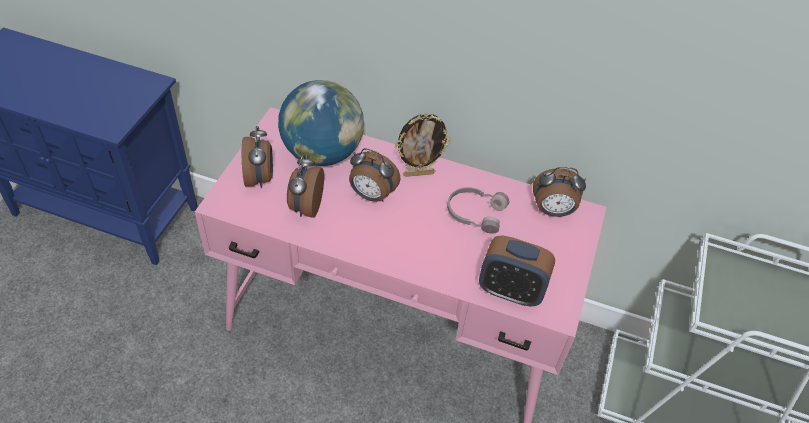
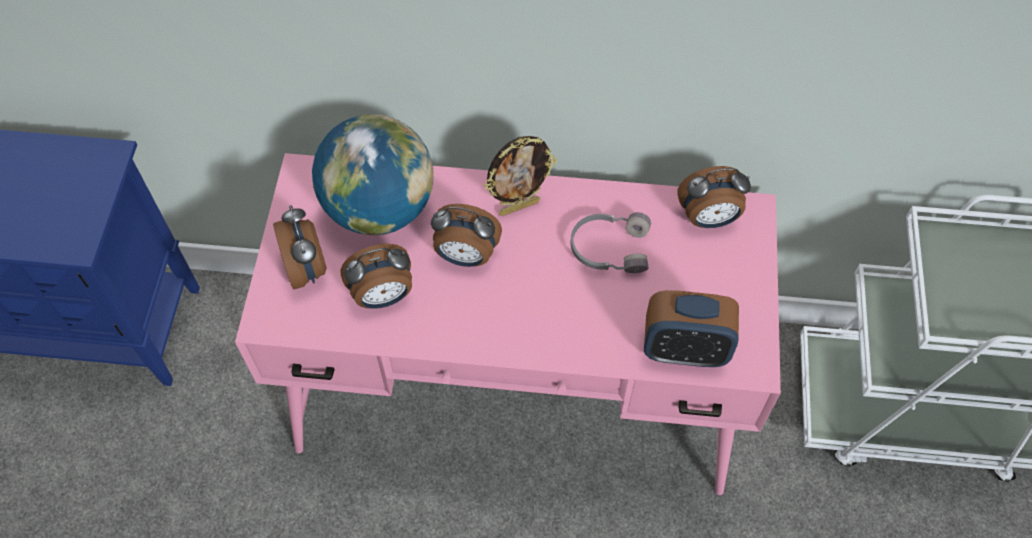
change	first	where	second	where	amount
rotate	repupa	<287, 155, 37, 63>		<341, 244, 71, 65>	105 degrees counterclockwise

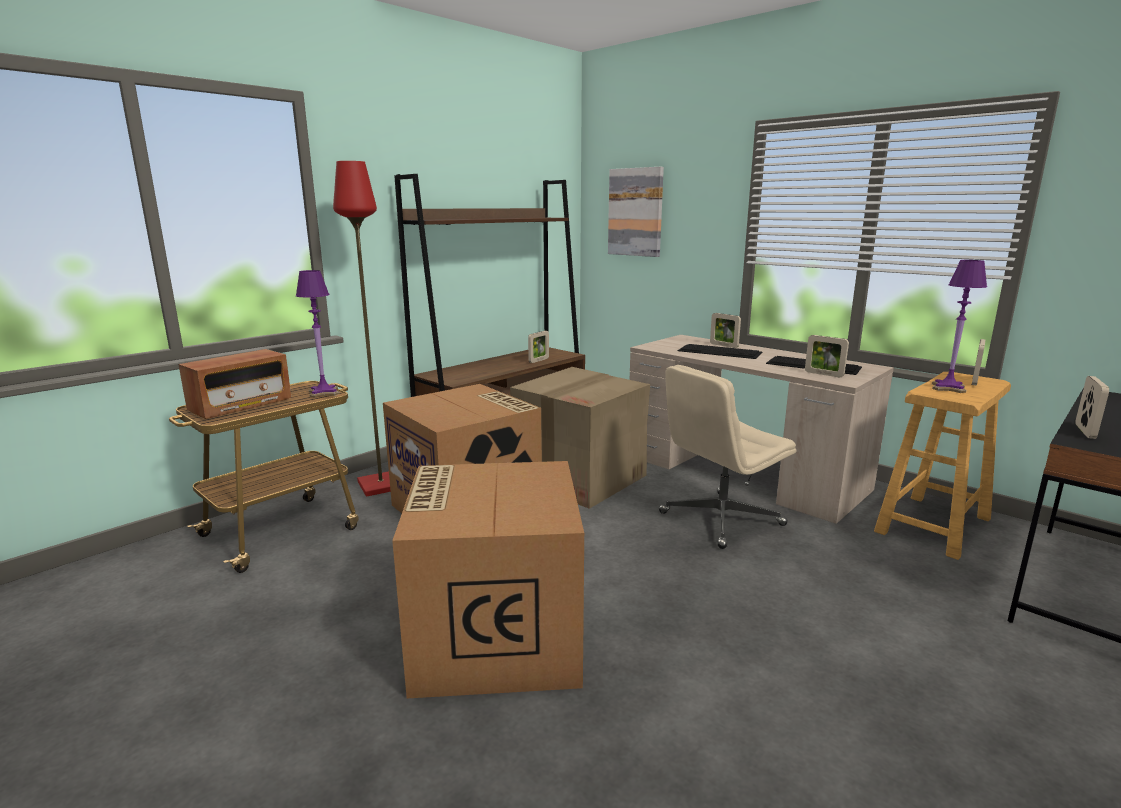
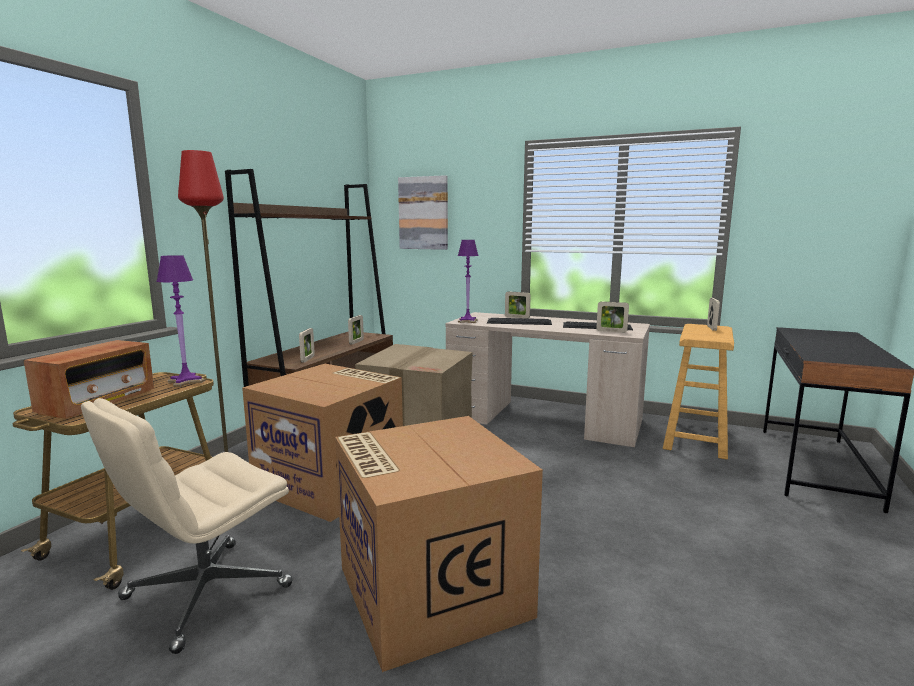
change	first	where	second	where	amount
move	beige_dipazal	<659, 365, 137, 184>		<81, 398, 212, 256>	
move	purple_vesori	<932, 260, 55, 133>		<458, 240, 21, 83>	
move	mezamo	<1075, 376, 34, 63>		<299, 328, 16, 35>	

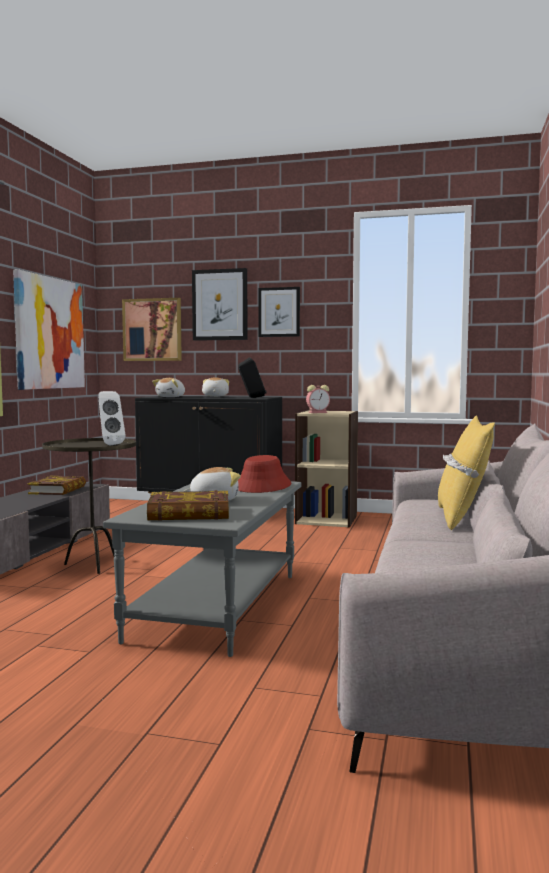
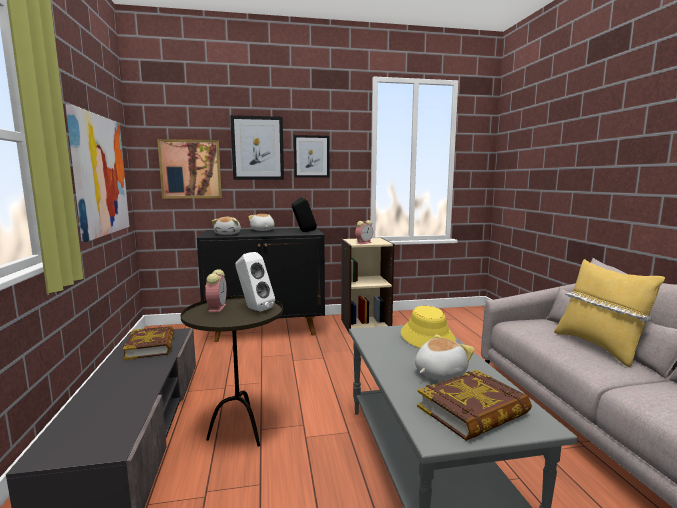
change	first	where	second	where	amount
insert			repupa	<205, 269, 22, 43>	
recolor	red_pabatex	<238, 455, 53, 38>	yellow_pabatex	<401, 306, 55, 42>	

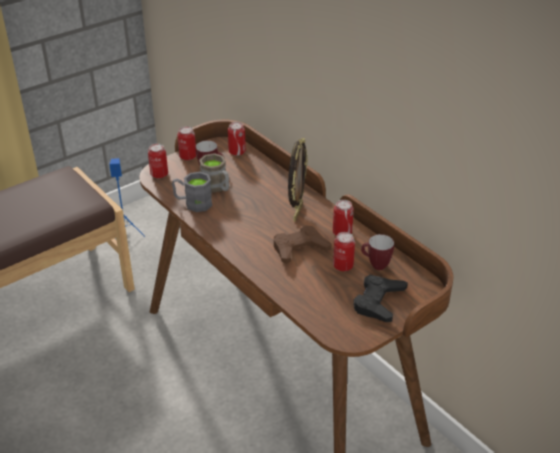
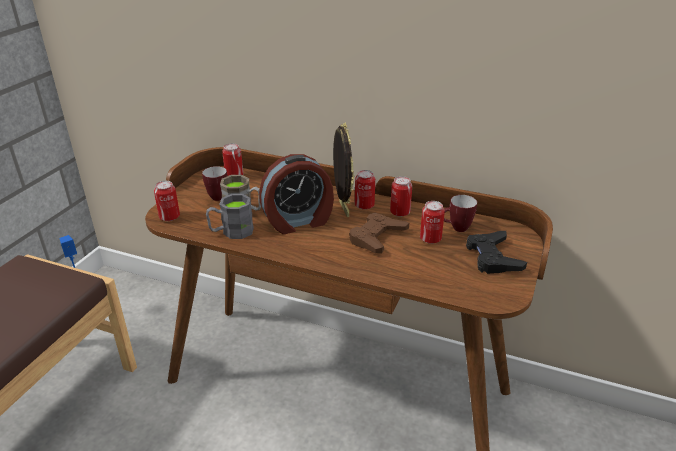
change	first	where	second	where	amount
insert			repupa	<259, 154, 75, 80>	
move	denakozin	<177, 126, 19, 34>		<355, 170, 20, 40>	

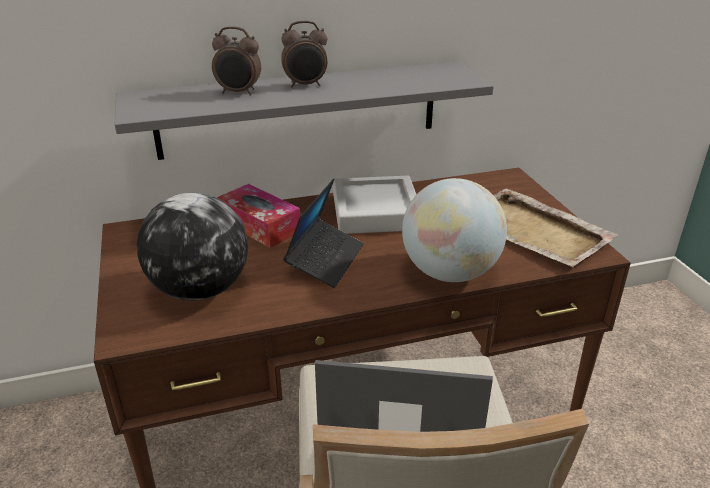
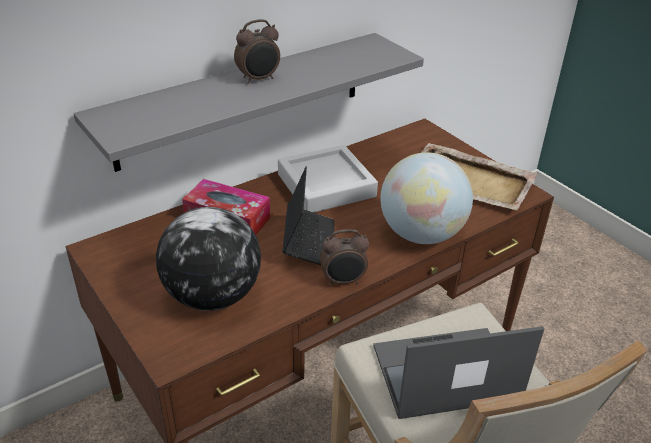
change	first	where	second	where	amount
move	repupa	<212, 26, 49, 70>		<320, 229, 49, 57>	

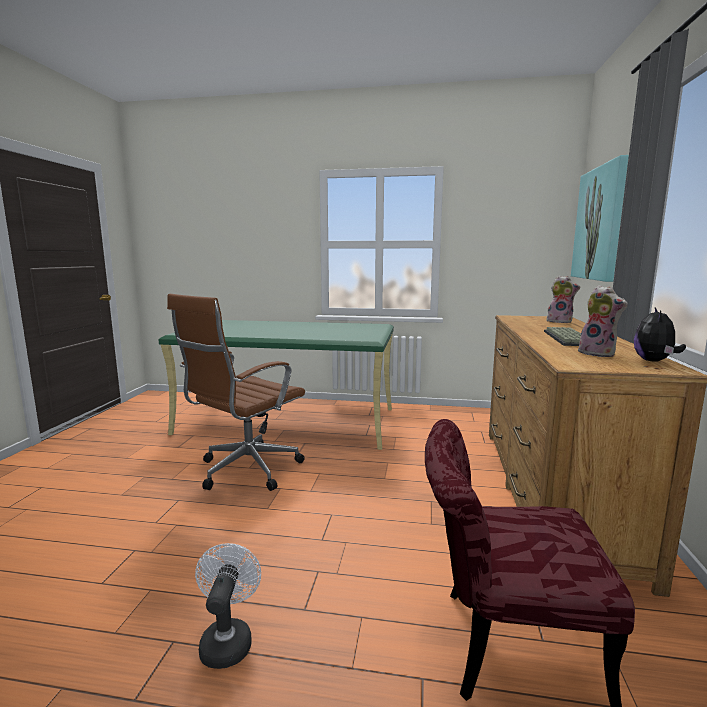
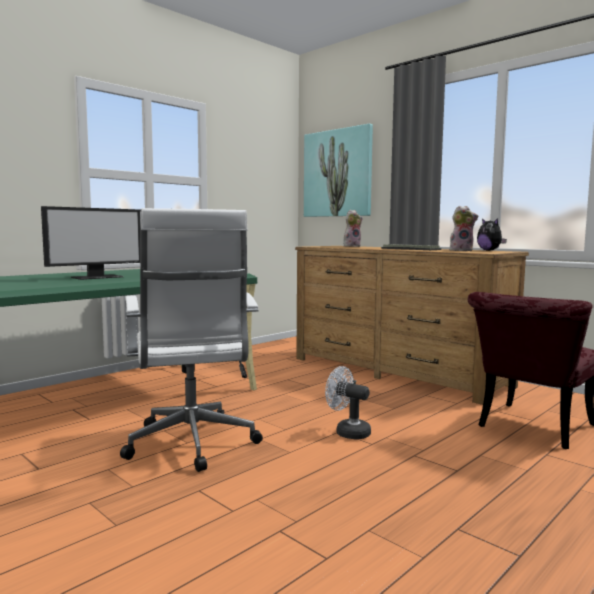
change	first	where	second	where	amount
insert			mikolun	<41, 206, 100, 74>	
move	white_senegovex	<195, 543, 66, 126>		<325, 366, 46, 73>	
recolor	brown_dipazal	<167, 294, 138, 197>	white_dipazal	<120, 208, 143, 264>	

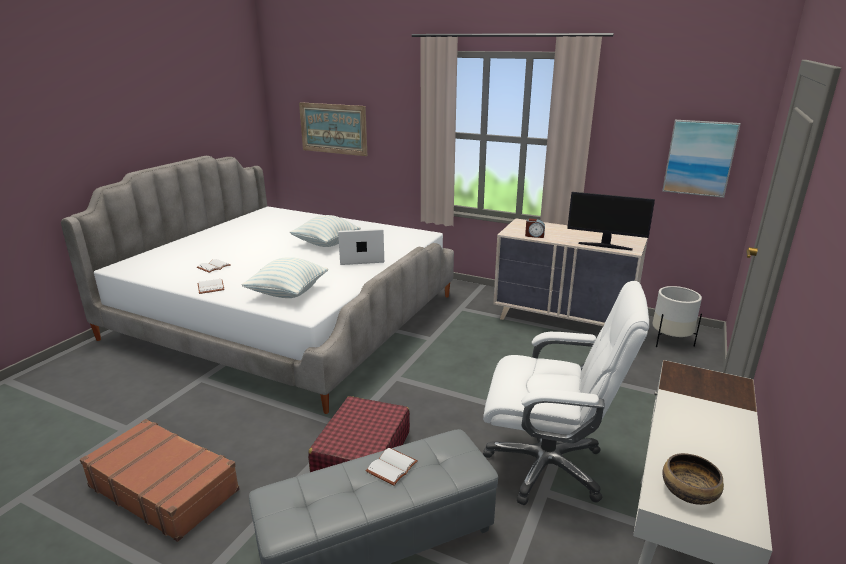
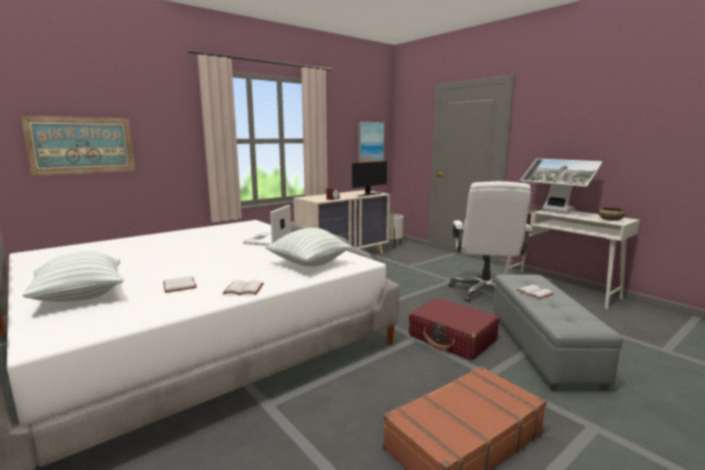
change	first	where	second	where	amount
insert			mikolun	<521, 159, 82, 55>	
move	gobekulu	<290, 215, 71, 32>		<22, 251, 101, 51>	
rotate	white_dipazal	<483, 281, 166, 224>		<449, 181, 84, 121>	150 degrees clockwise

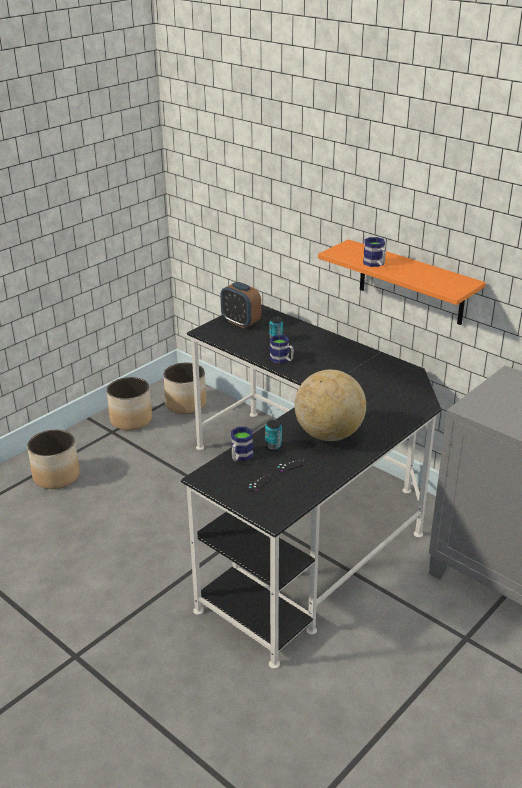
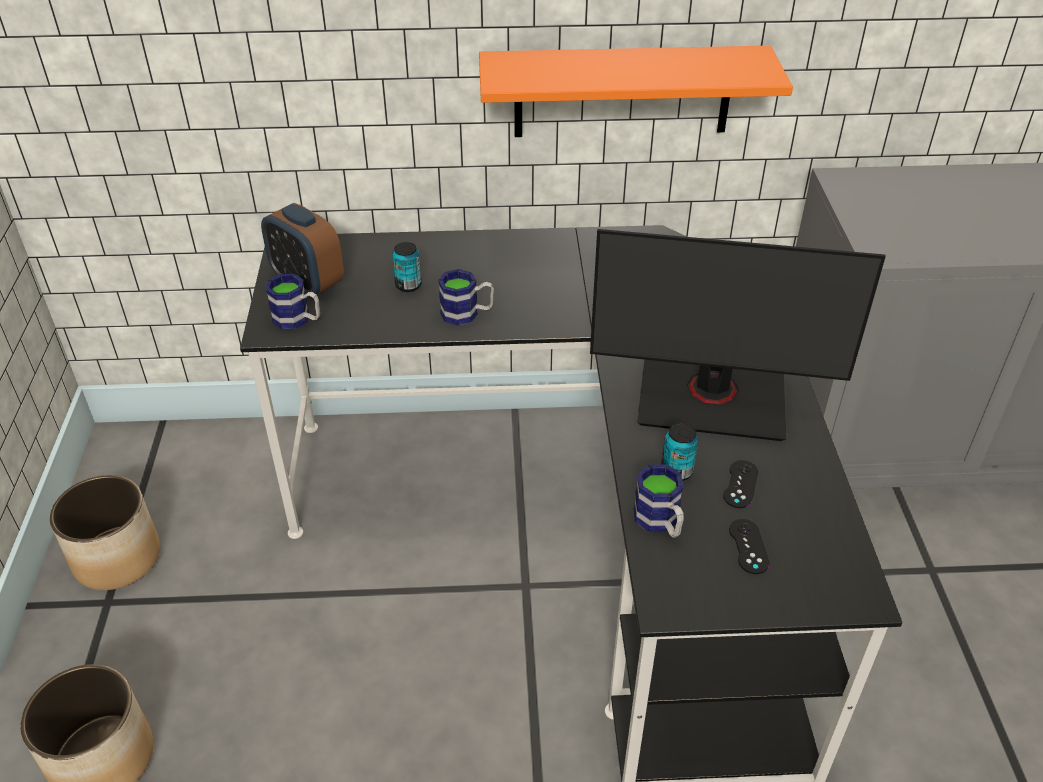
change	first	where	second	where	amount
delete	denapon	<164, 363, 43, 51>			
move	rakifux	<363, 237, 23, 30>		<266, 274, 54, 55>	
replace	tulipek	<294, 370, 72, 71>	mikolun	<590, 229, 296, 212>	
rotate	repupa	<221, 282, 40, 46>		<261, 203, 83, 95>	45 degrees clockwise

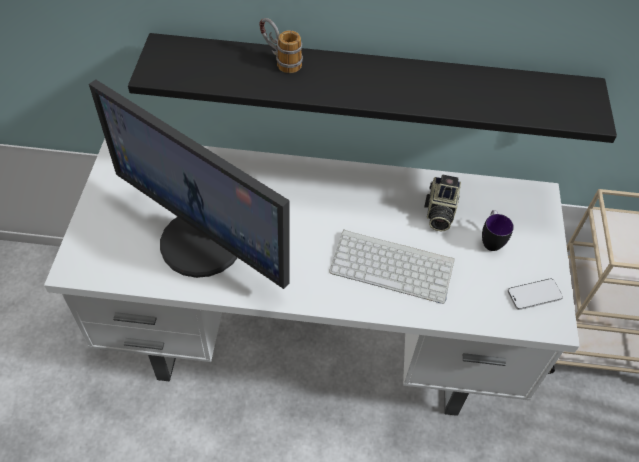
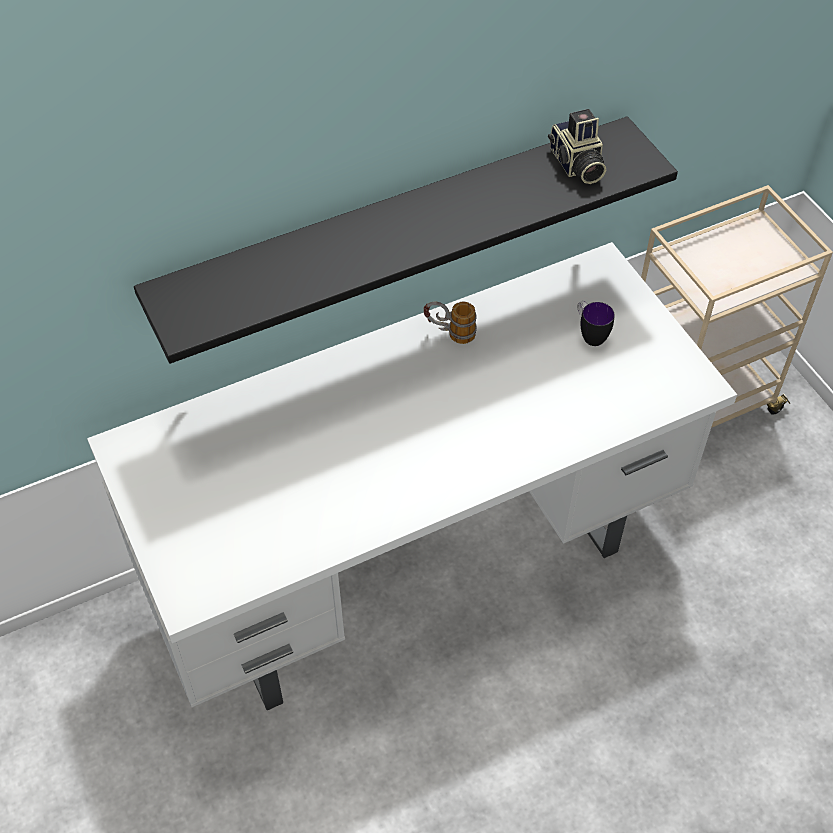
change	first	where	second	where	amount
delete	mikolun	<89, 79, 200, 210>			
delete	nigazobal	<329, 229, 126, 75>			
delete	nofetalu	<508, 278, 55, 32>			
move	rakifux	<259, 18, 44, 55>		<424, 302, 53, 42>	
move	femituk	<424, 175, 37, 56>		<548, 109, 58, 75>	

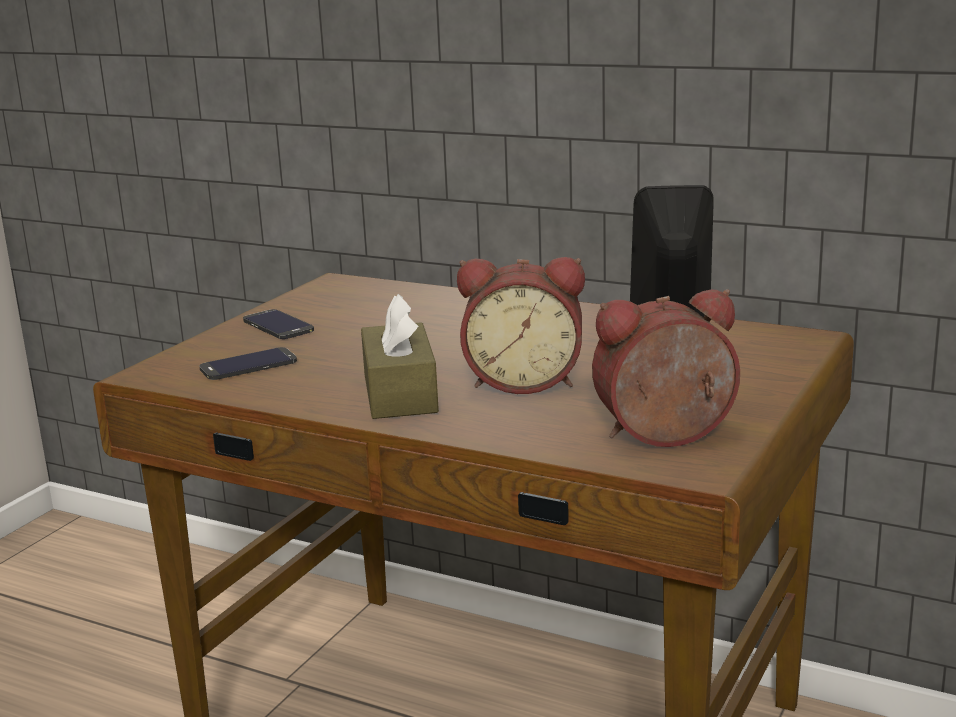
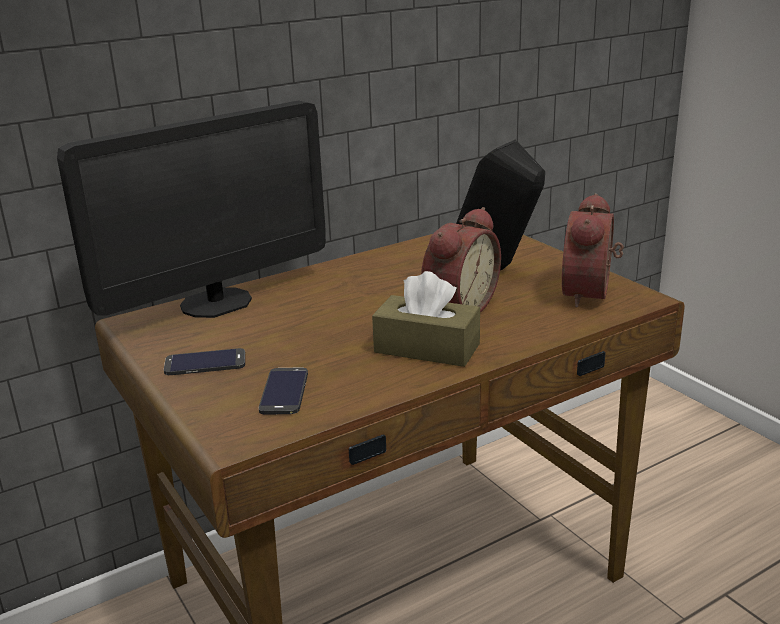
change	first	where	second	where	amount
insert			mikolun	<57, 100, 269, 218>	

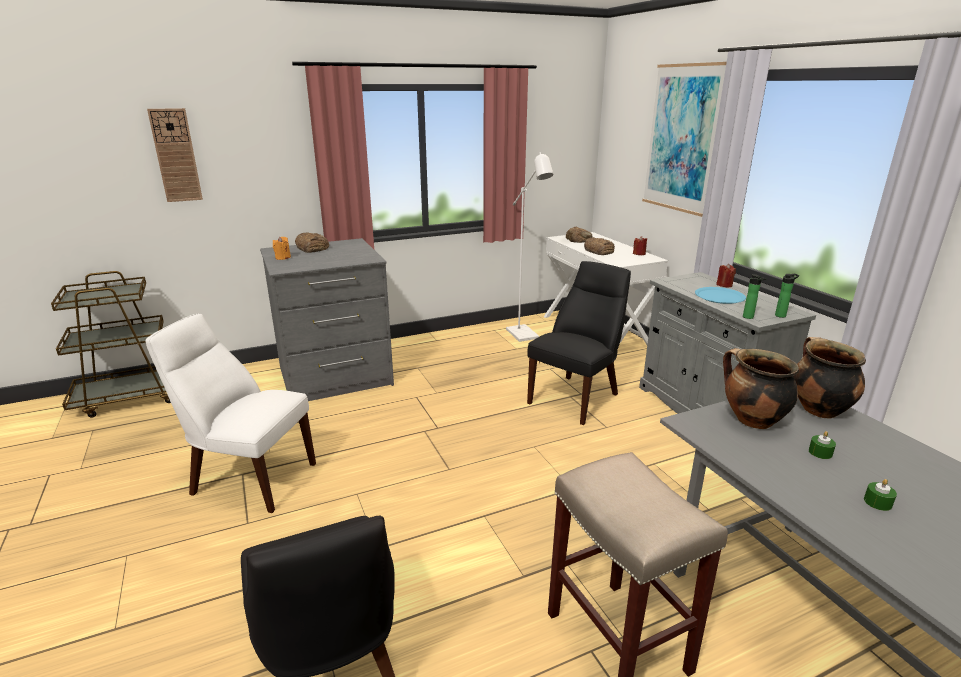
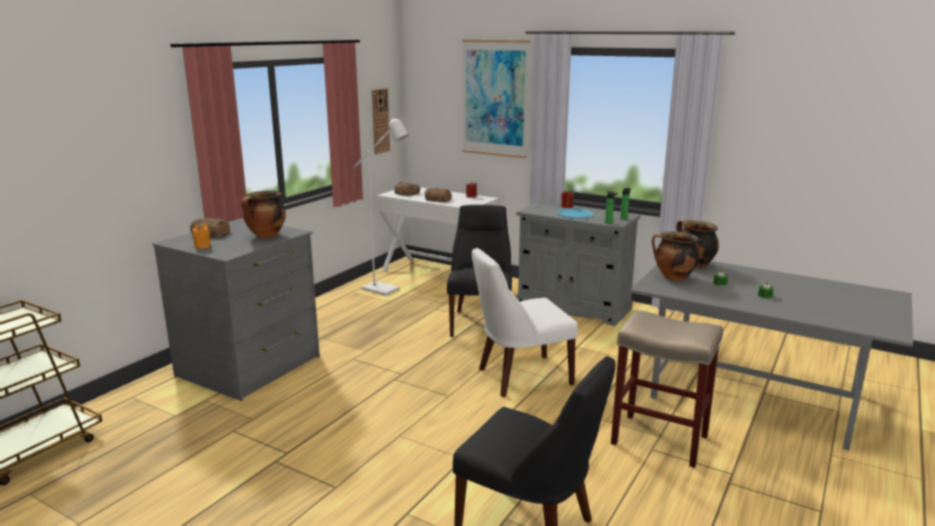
change	first	where	second	where	amount
insert			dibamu	<241, 191, 45, 47>	
move	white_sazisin	<146, 313, 170, 200>		<472, 248, 106, 149>	
move	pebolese	<147, 108, 56, 94>		<372, 88, 18, 66>	

